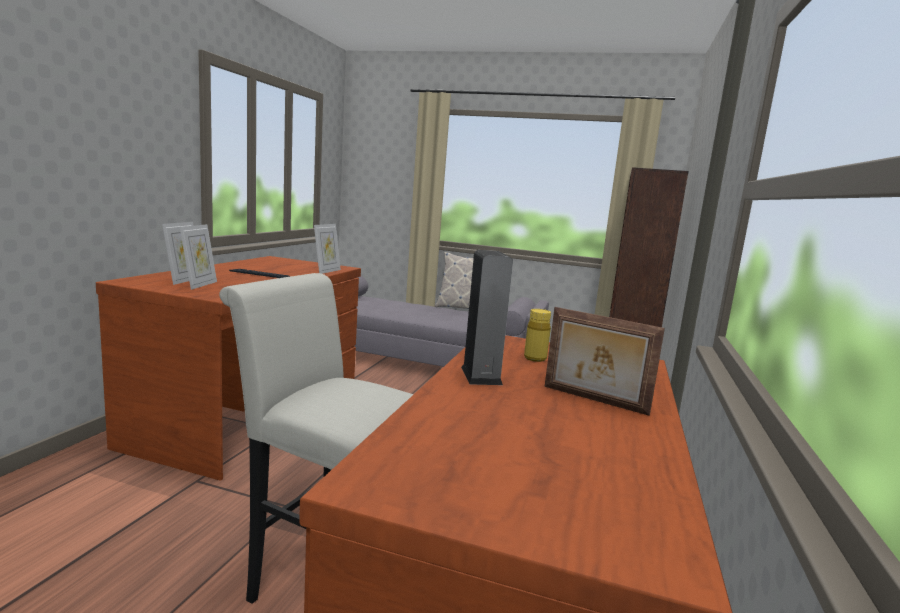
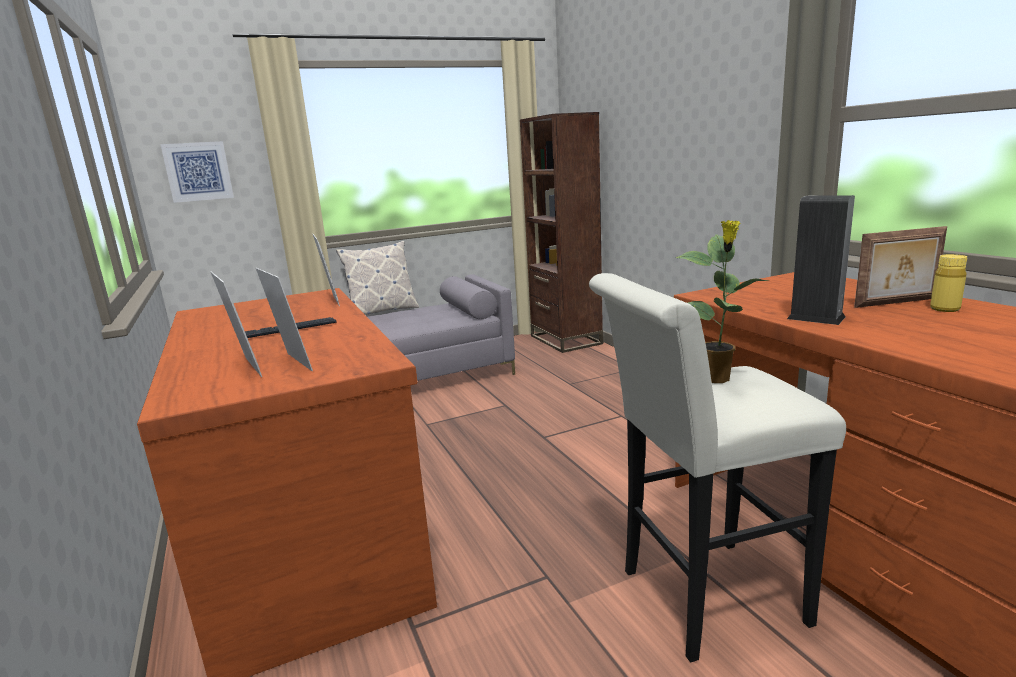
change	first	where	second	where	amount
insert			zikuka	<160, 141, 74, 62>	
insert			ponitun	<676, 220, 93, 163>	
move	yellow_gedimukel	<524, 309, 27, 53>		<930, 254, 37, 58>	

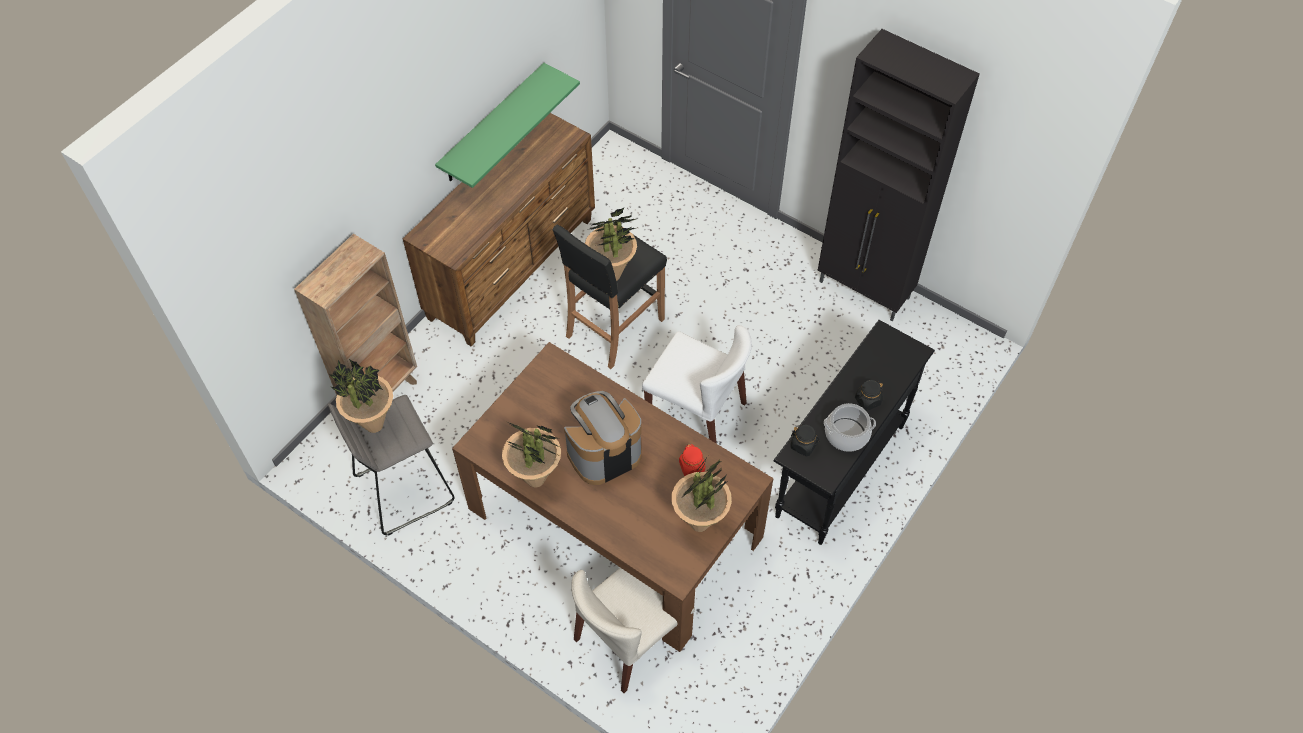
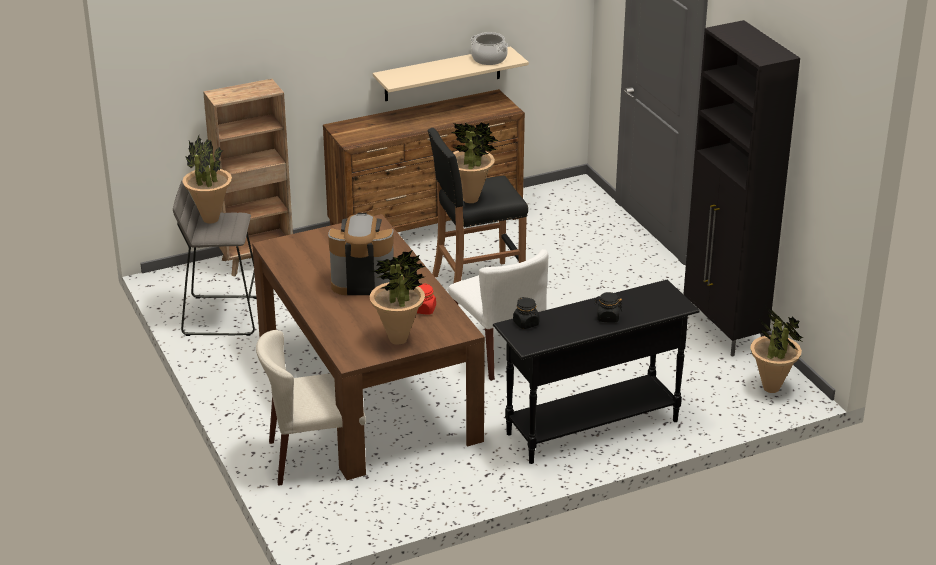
change	first	where	second	where	amount
move	ponitun	<502, 423, 59, 65>		<750, 307, 54, 86>	
move	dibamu	<824, 403, 52, 49>		<471, 32, 37, 33>	
recolor	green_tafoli	<435, 63, 145, 125>	beige_tafoli	<373, 46, 156, 55>	

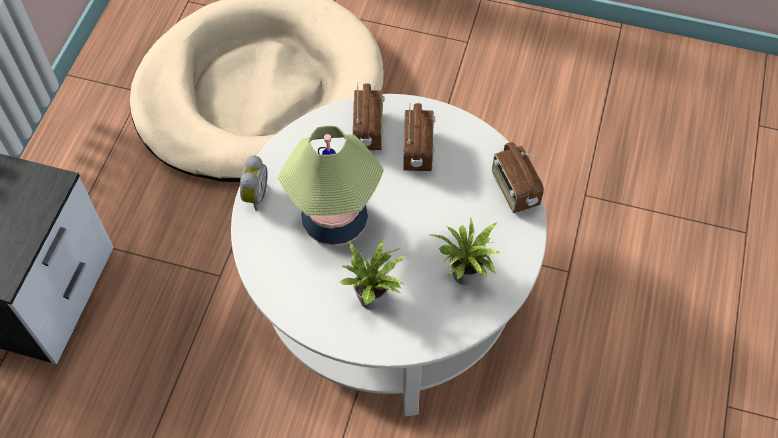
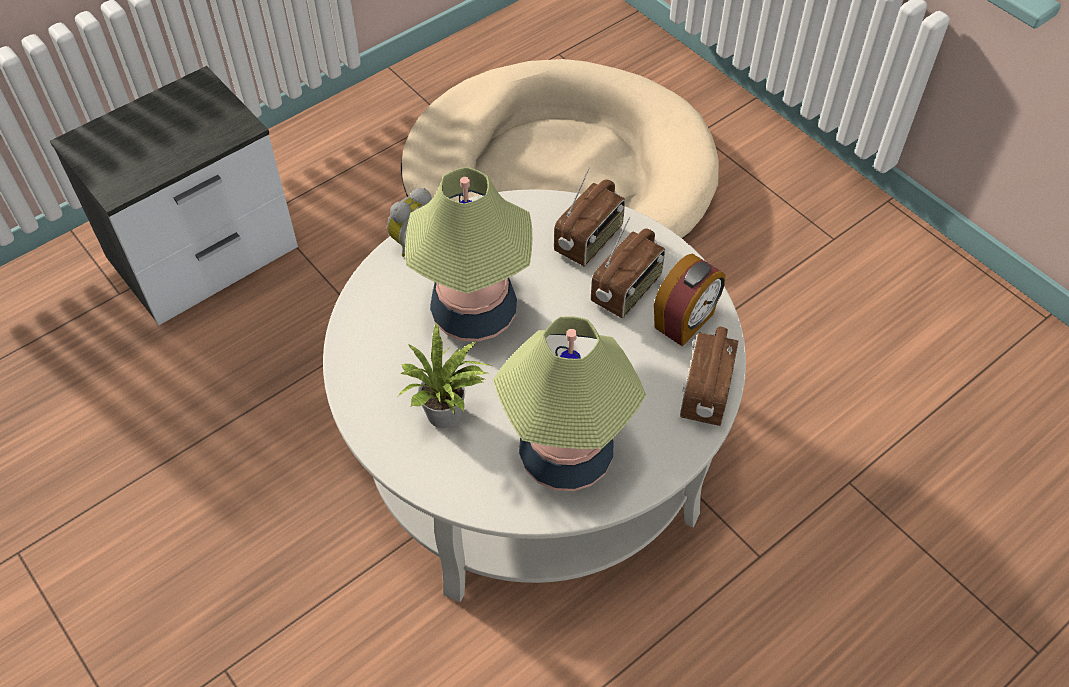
change	first	where	second	where	amount
insert			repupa	<654, 253, 71, 93>	
replace	ponitun	<430, 218, 71, 68>	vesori	<493, 316, 153, 175>	

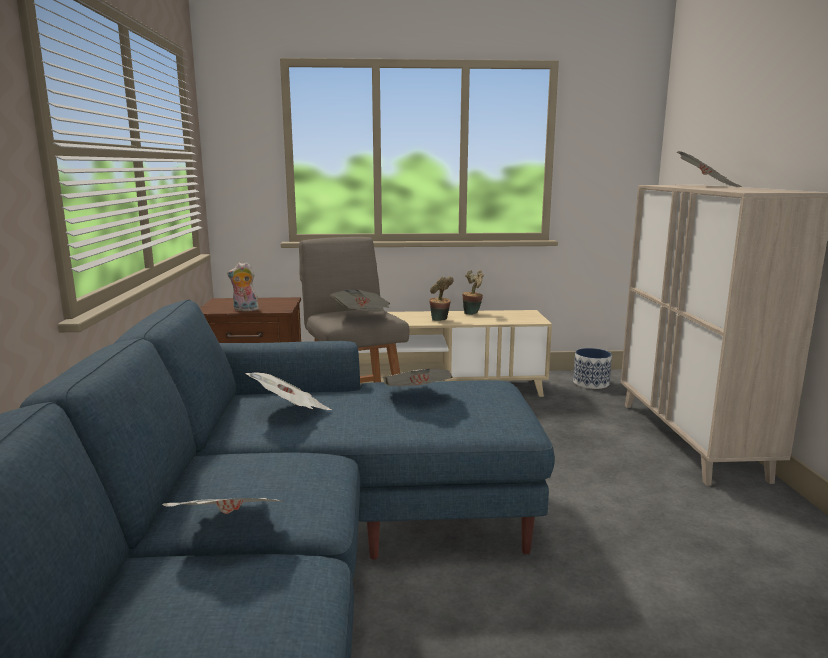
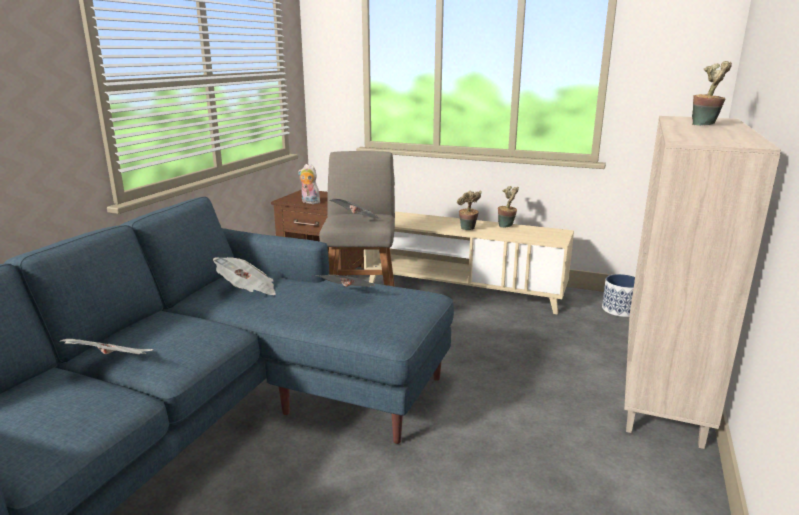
change	first	where	second	where	amount
replace	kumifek	<677, 151, 65, 36>	ponitun	<692, 61, 40, 65>	

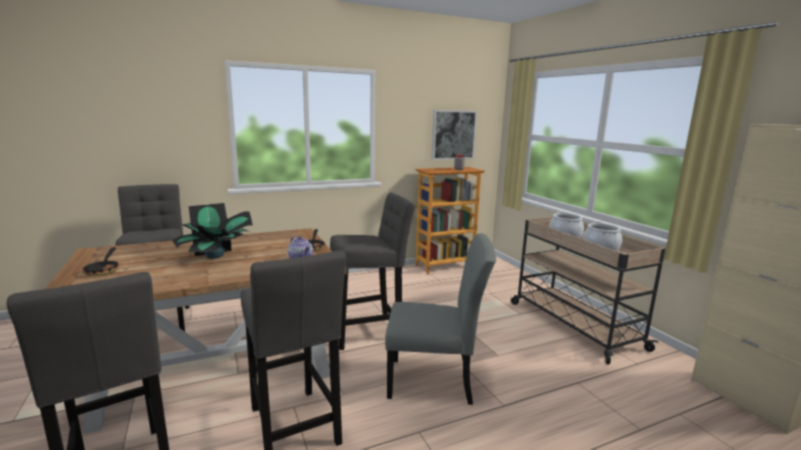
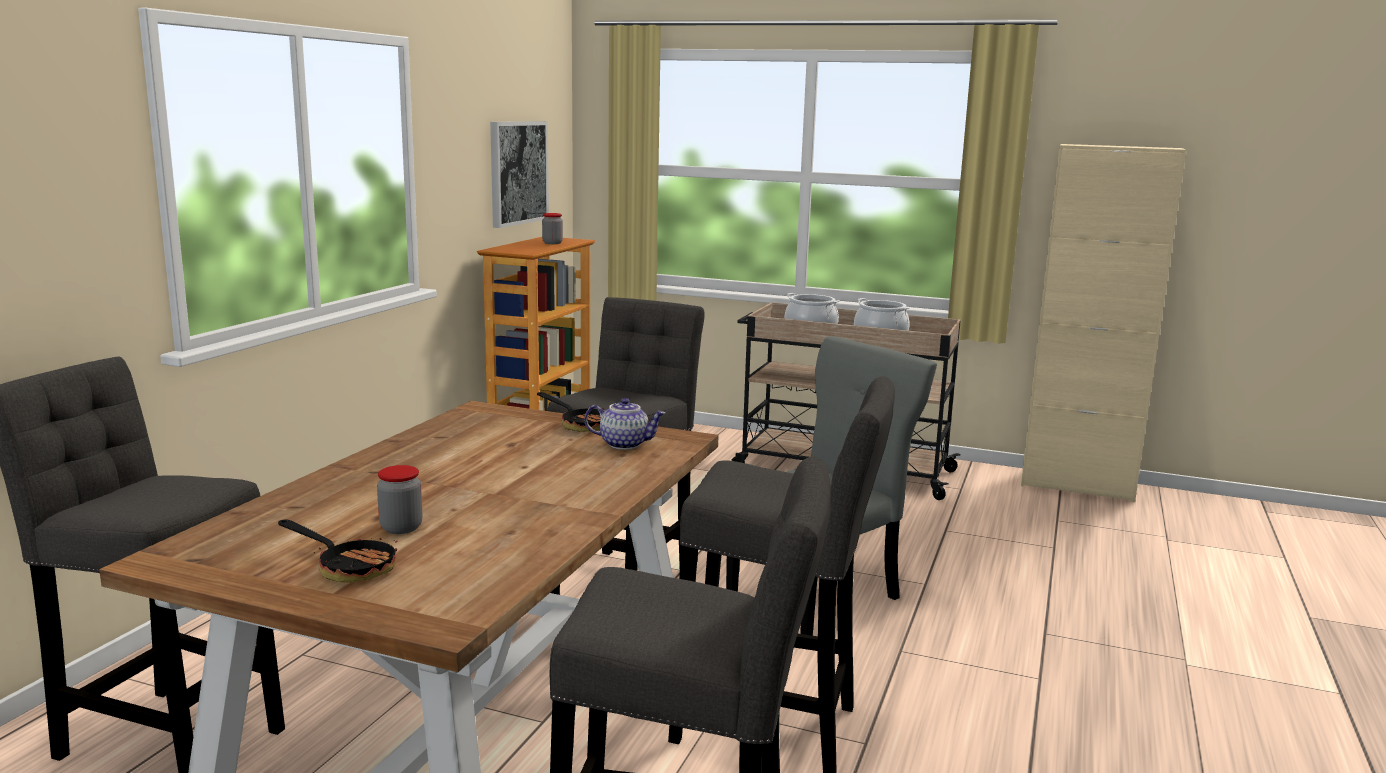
change	first	where	second	where	amount
delete	ponitun	<173, 203, 80, 56>			
insert			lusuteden	<377, 465, 46, 69>	

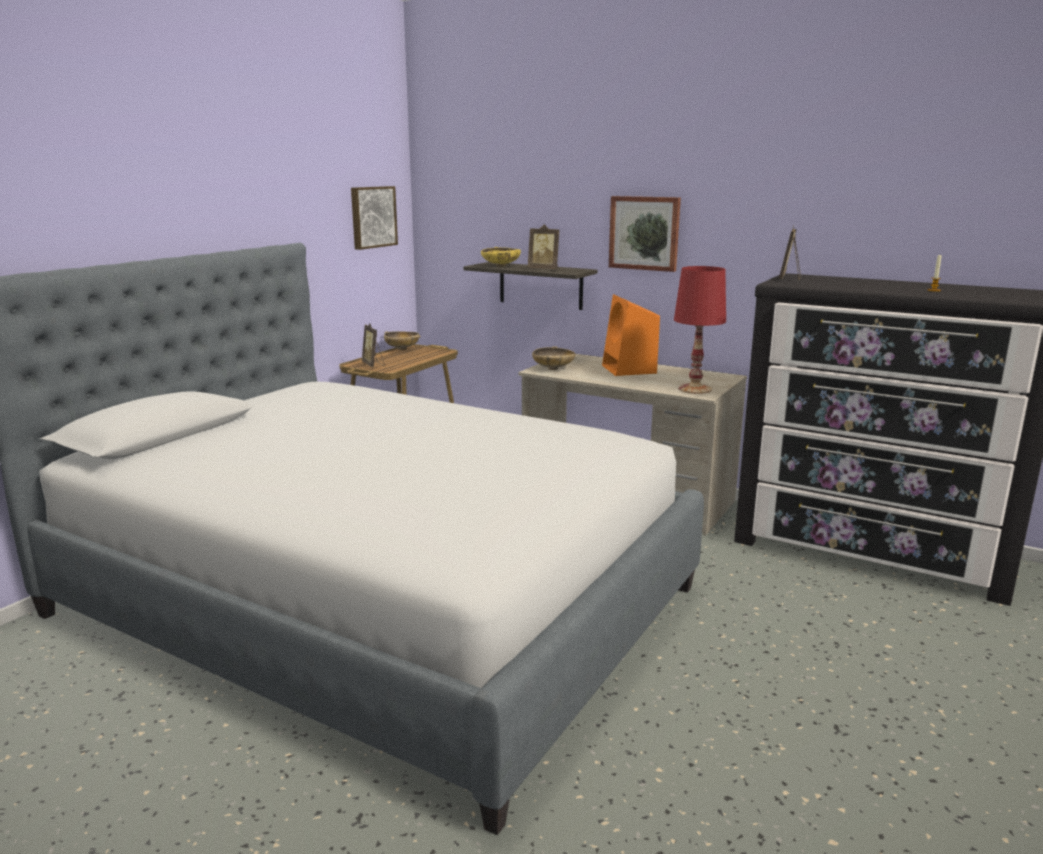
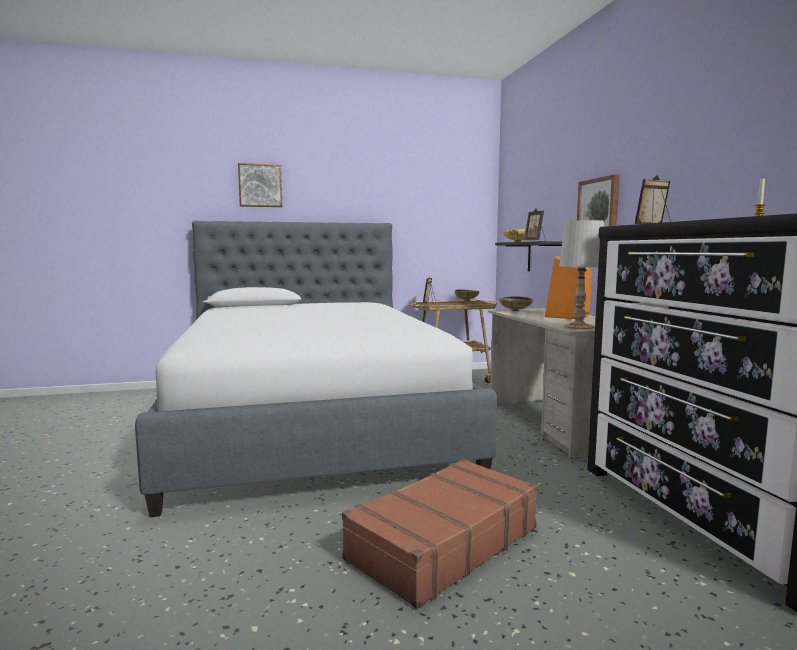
change	first	where	second	where	amount
insert			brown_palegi	<342, 459, 196, 150>	
move	zikuka	<351, 186, 47, 64>		<238, 163, 44, 44>	
recolor	red_vesori	<674, 266, 52, 128>	white_vesori	<559, 220, 45, 109>	

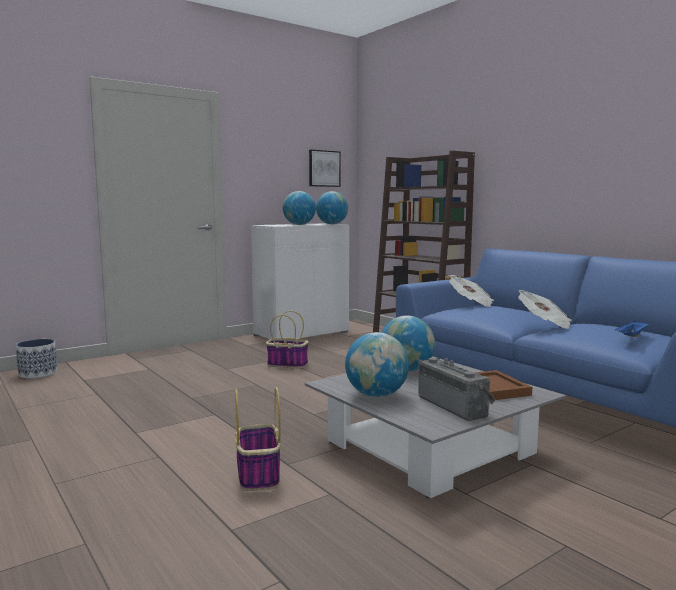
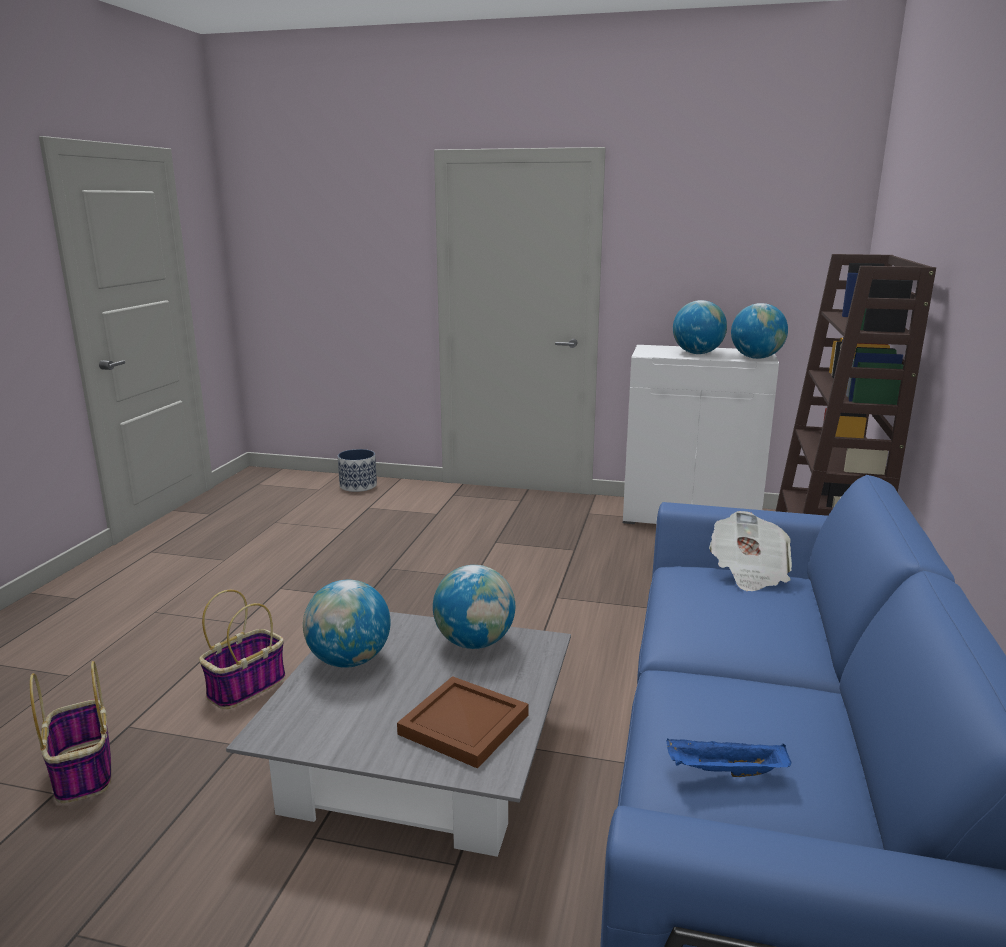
change	first	where	second	where	amount
delete	zikuka	<309, 150, 32, 37>			
delete	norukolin	<418, 358, 78, 63>			
delete	kumifek	<518, 290, 54, 39>			
move	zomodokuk	<266, 311, 43, 57>		<30, 661, 81, 142>	

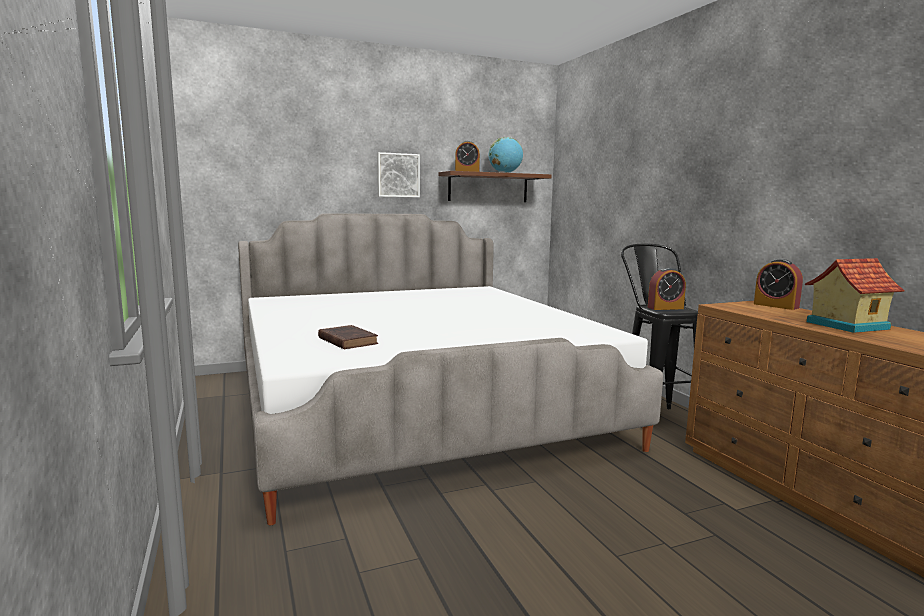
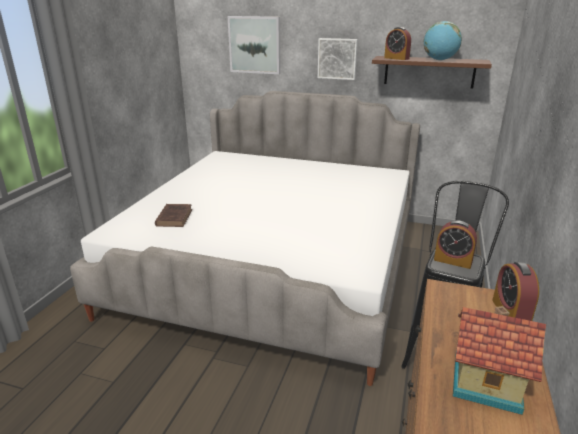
change	first	where	second	where	amount
insert			zikuka	<228, 16, 52, 58>	

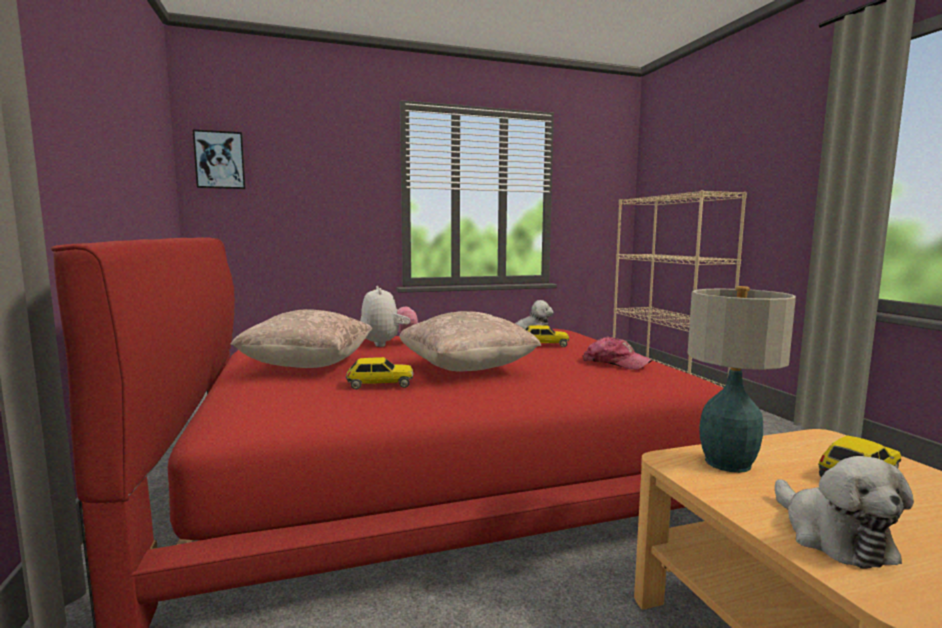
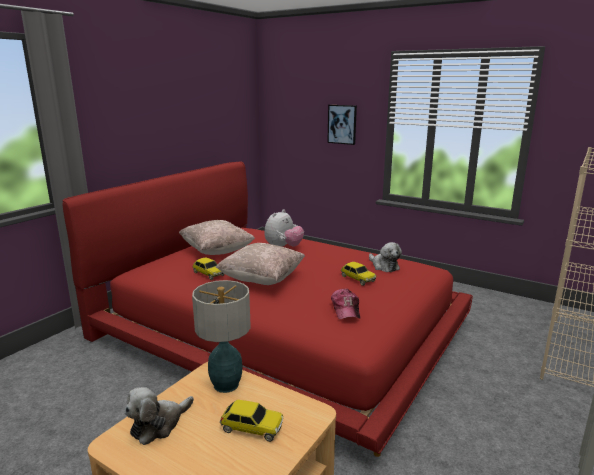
change	first	where	second	where	amount
move	zikuka	<193, 130, 52, 59>		<327, 105, 30, 40>	

